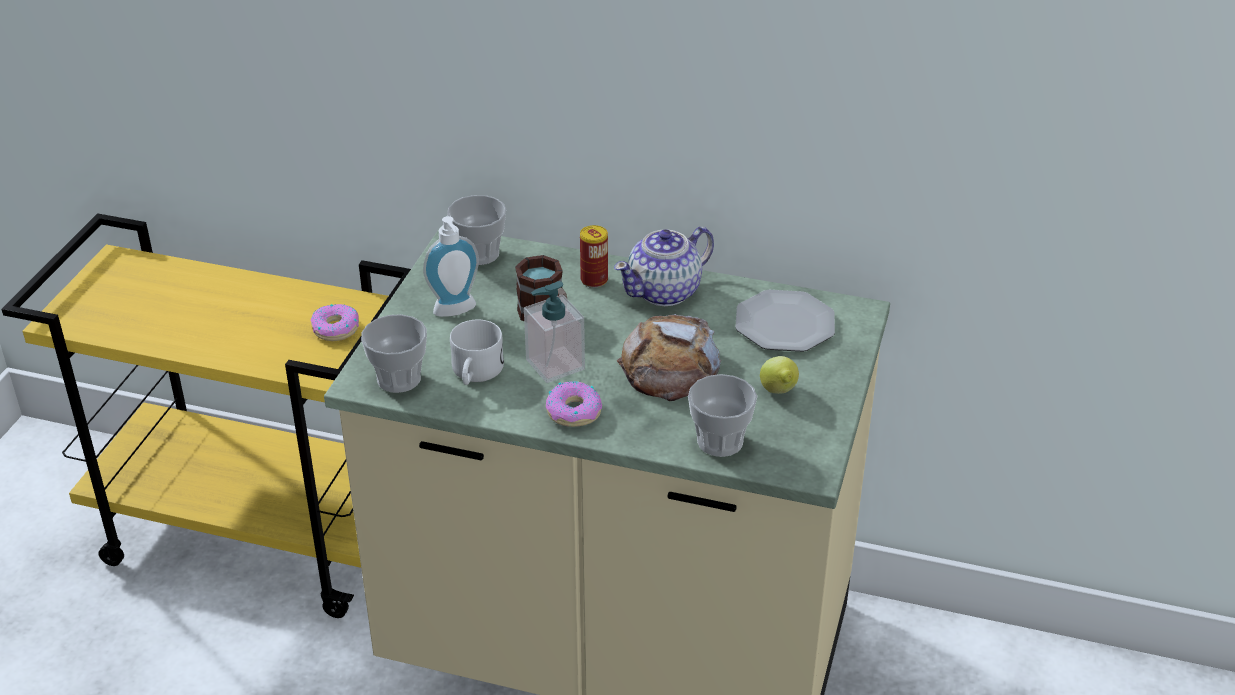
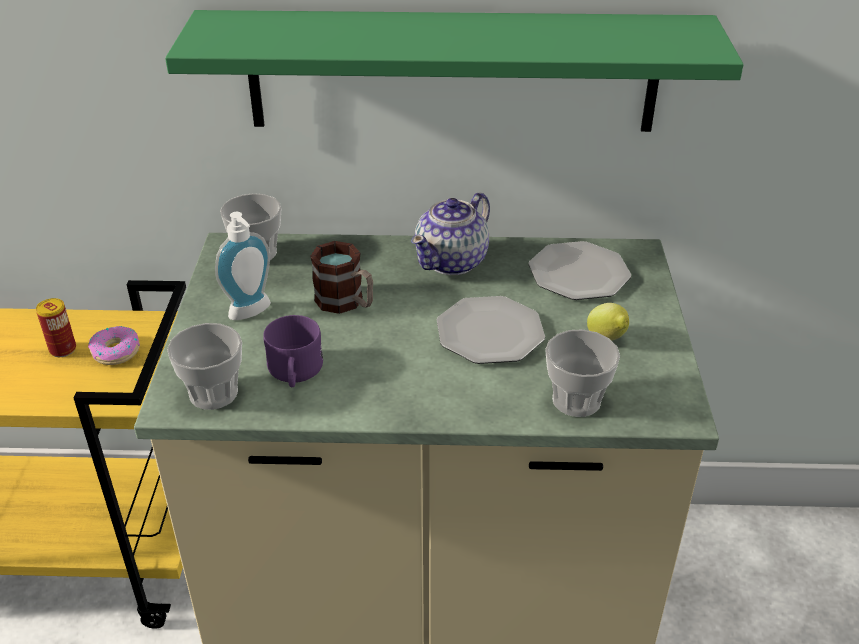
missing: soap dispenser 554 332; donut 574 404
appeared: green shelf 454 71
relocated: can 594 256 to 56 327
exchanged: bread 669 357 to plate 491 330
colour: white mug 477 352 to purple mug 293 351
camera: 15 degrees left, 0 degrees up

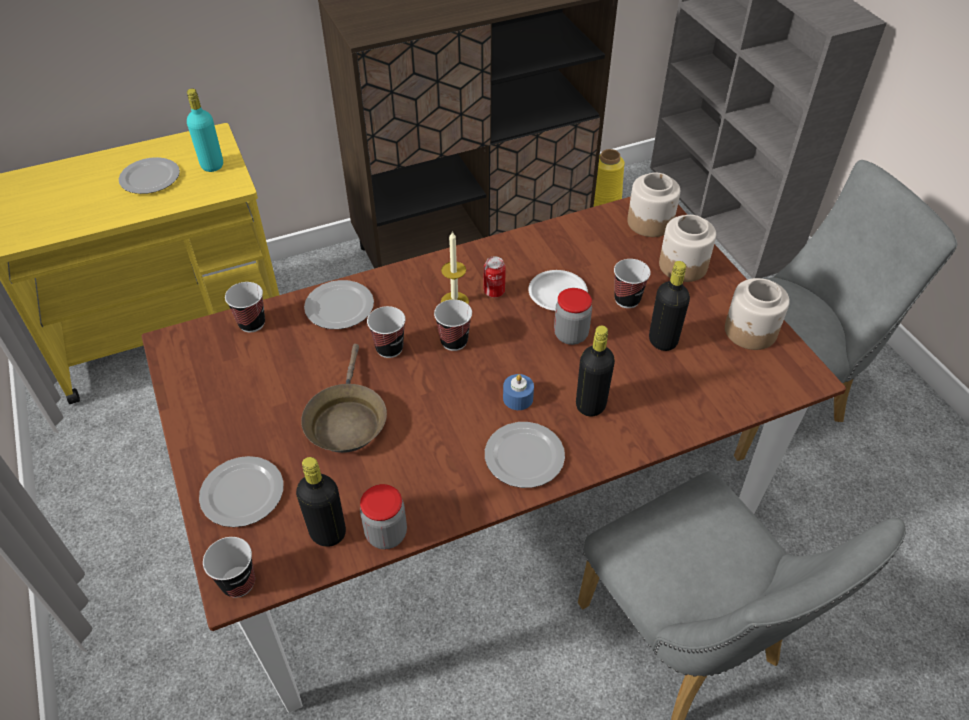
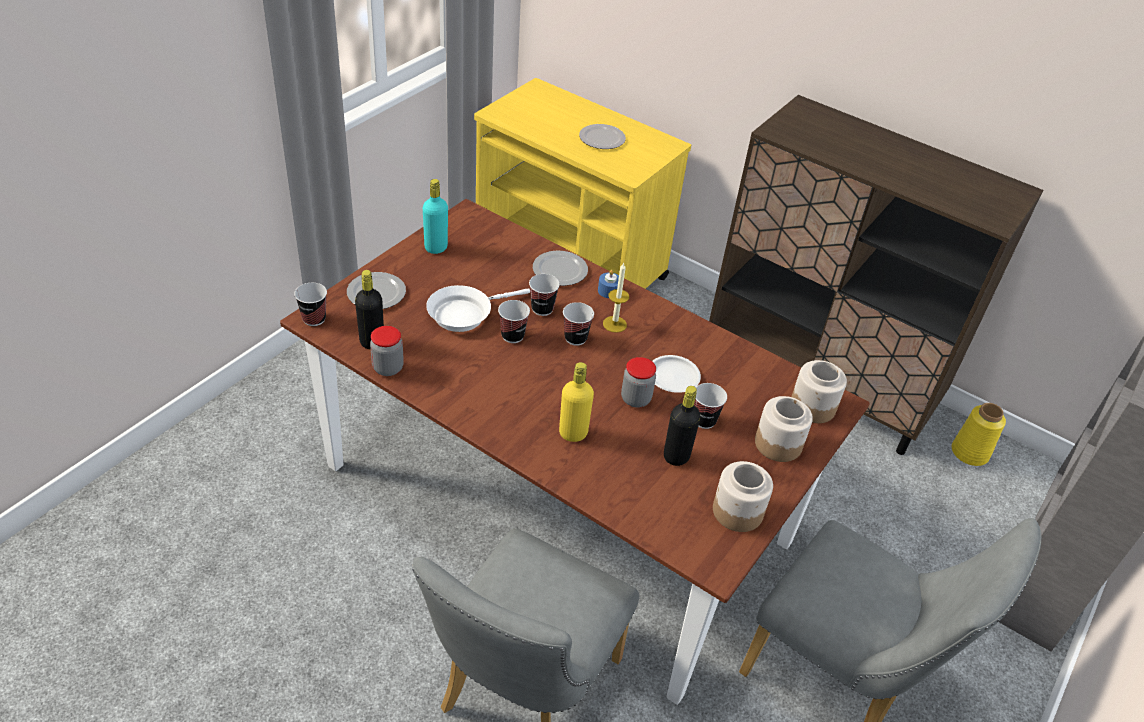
missing: can 495 277; plate 525 455
relocated: turquoise bottle 205 130 to 435 216; cup 245 307 to 514 321; blue candle 518 392 to 608 284
colour: black bottle 595 371 to yellow bottle 576 402; brown frying pan 344 398 to white frying pan 478 308
camera: 55 degrees right, 5 degrees down

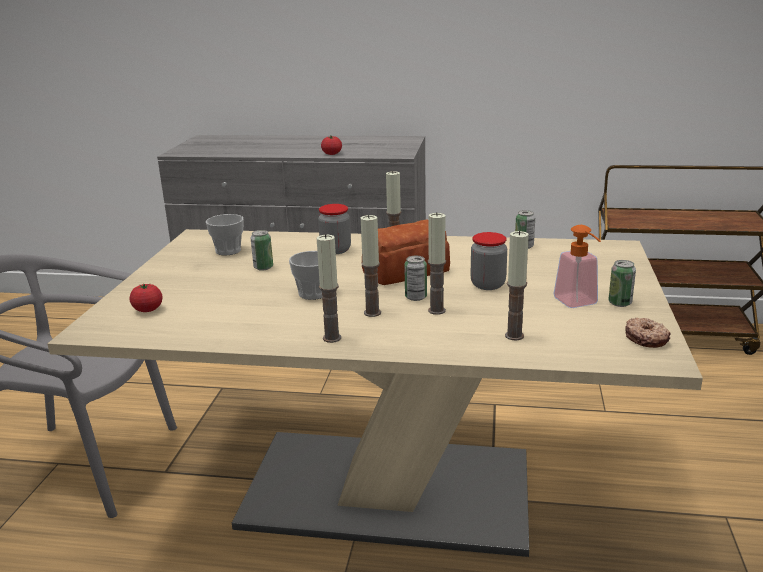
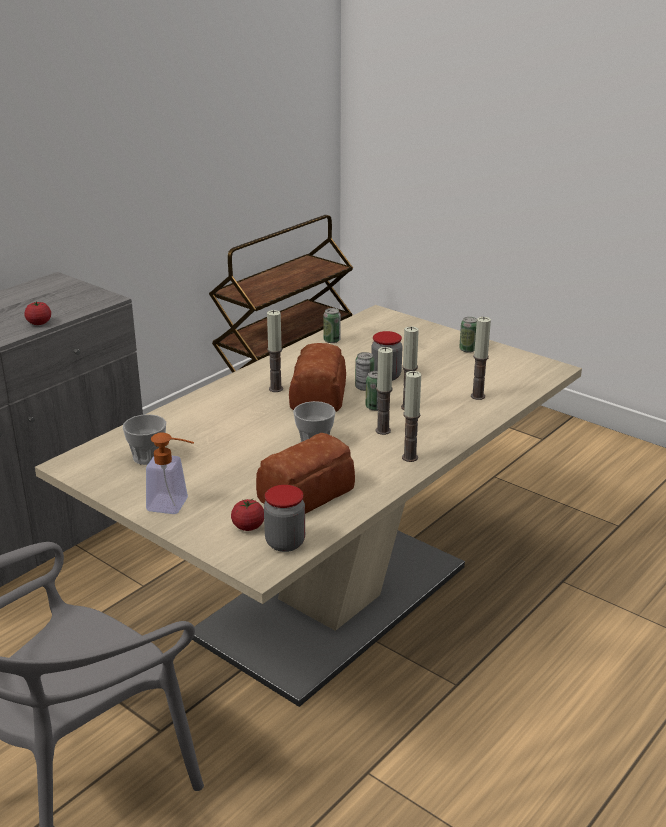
missing: donut 648 333
appeared: bread 305 473
relocated: jar 334 229 to 284 518; soap dispenser 577 266 to 170 473; can 262 250 to 365 371
camera: 60 degrees left, 5 degrees up

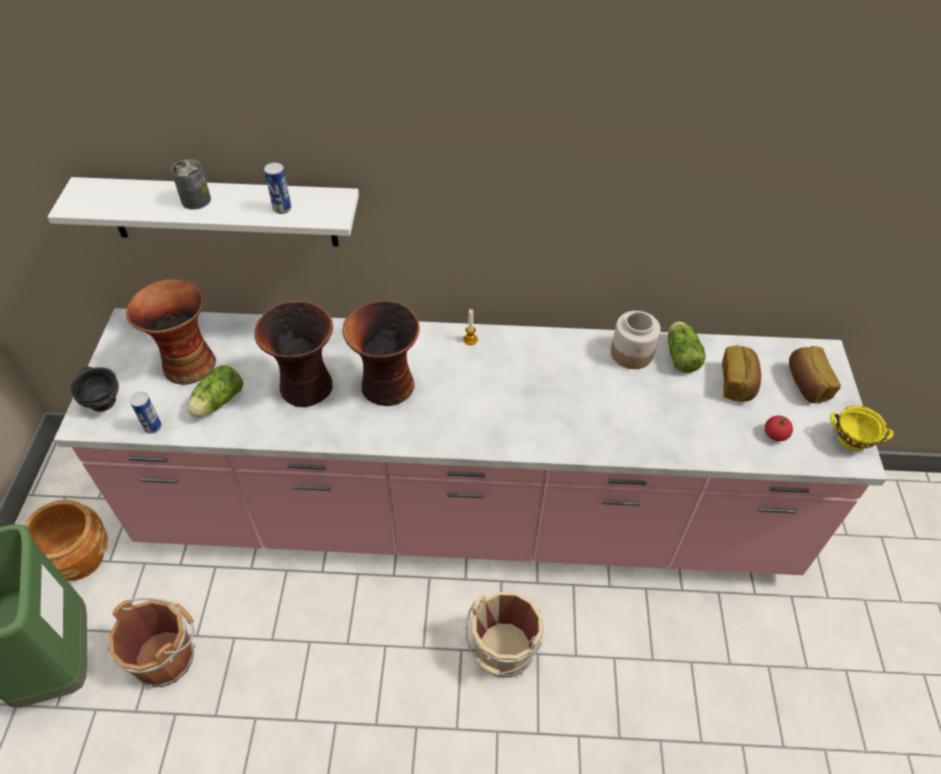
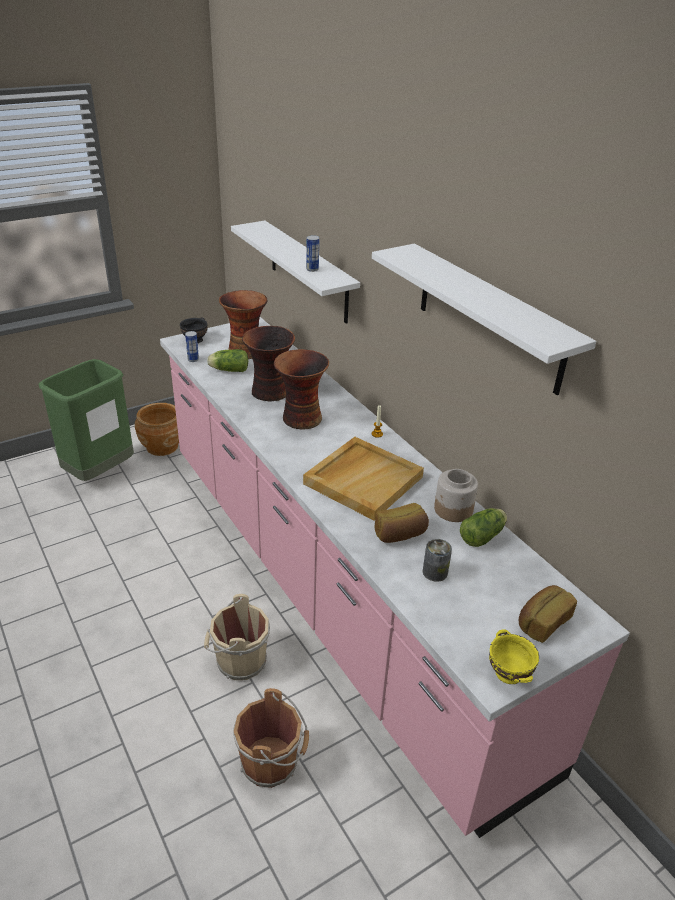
missing: tomato 779 428
appeared: white shelf 484 319; beige tray 363 478
relocated: can 191 184 to 437 560; bread 741 373 to 402 523; brown bucket 151 643 to 271 738
camera: 55 degrees right, 15 degrees down

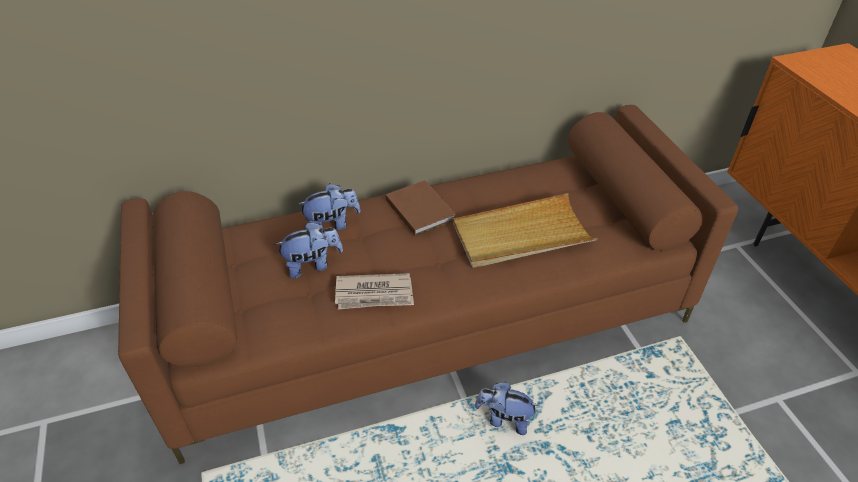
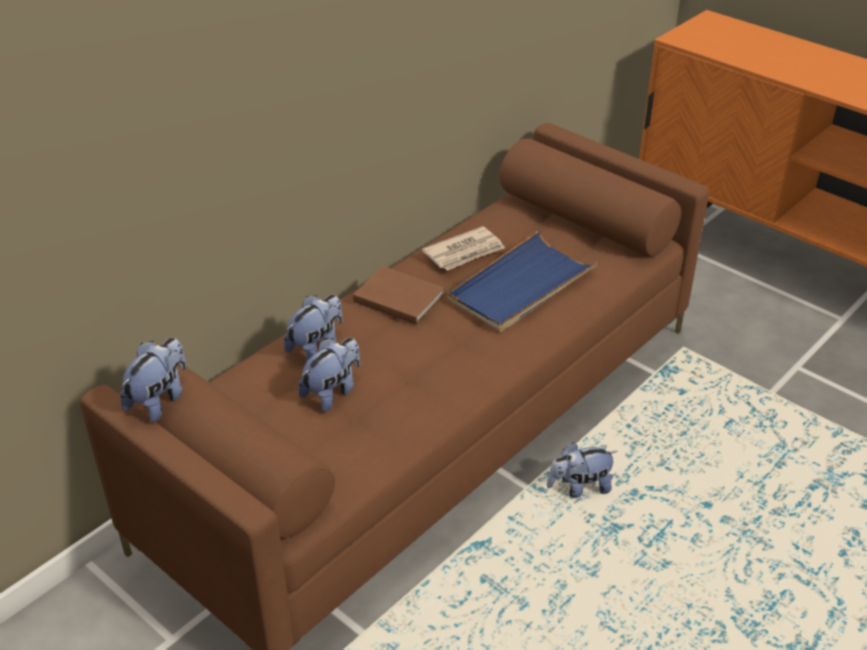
appeared: plush toy 153 380
relocated: newspaper 374 291 to 463 248
colour: beige tray 525 230 to blue tray 523 281
camera: 30 degrees left, 5 degrees down

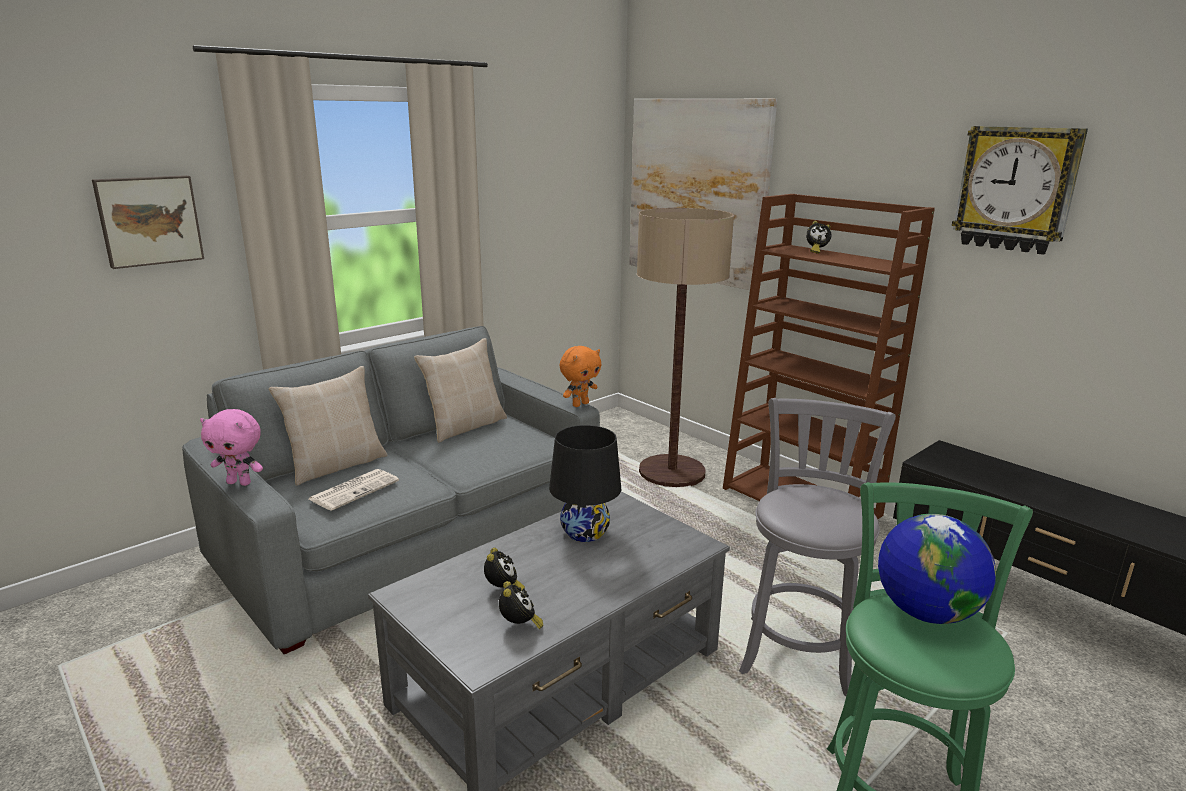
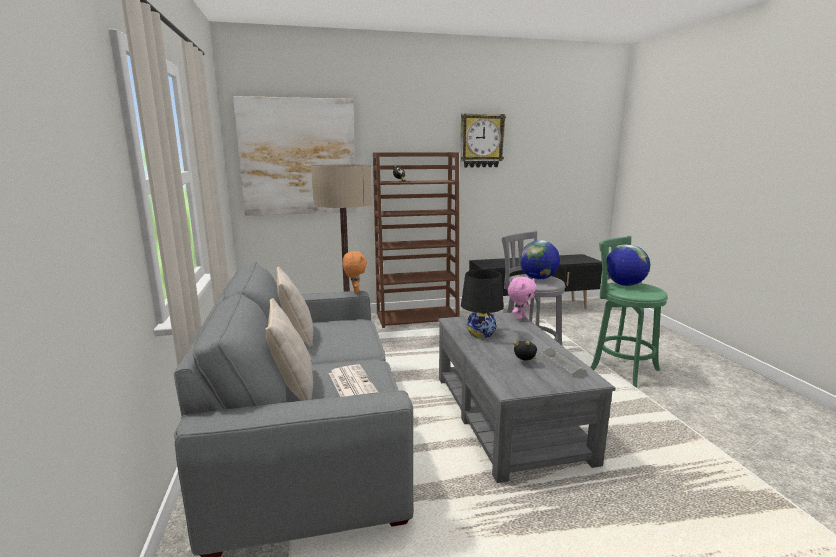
missing: picture 148 222
appeared: globe 540 259
relocated: pink plush toy 231 447 to 522 298
exchanged: alarm clock 521 605 to grey tray 564 362
camera: 60 degrees left, 5 degrees down

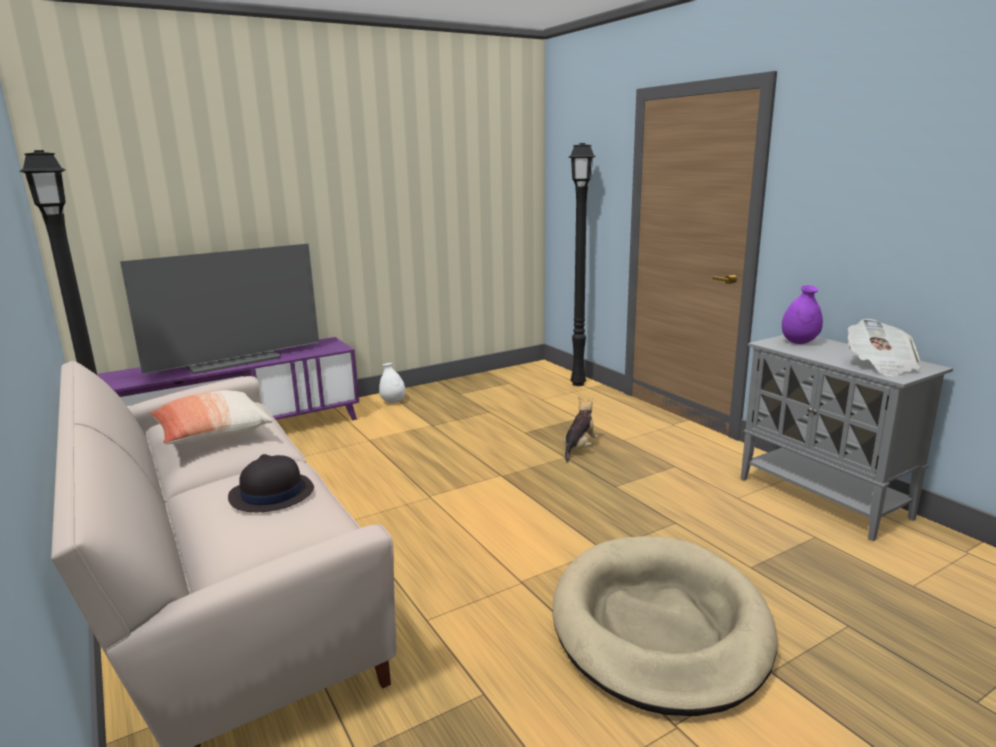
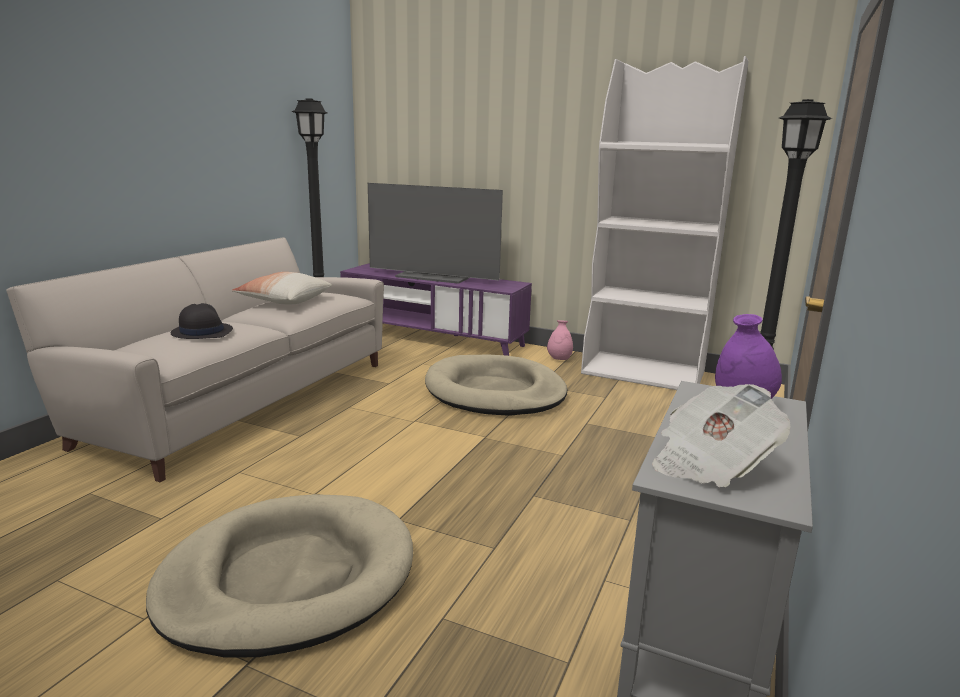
missing: plush toy 581 429
appeared: white bookcase 664 223; beige dog bed 496 385
colour: white vase 392 383 to pink vase 560 340
camera: 55 degrees right, 0 degrees up

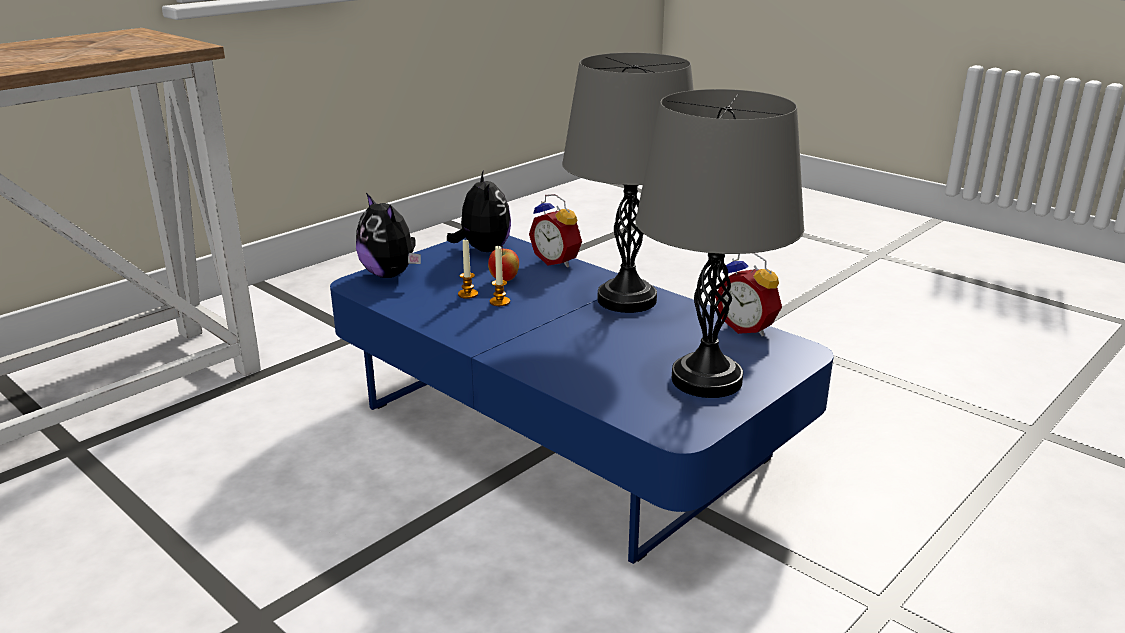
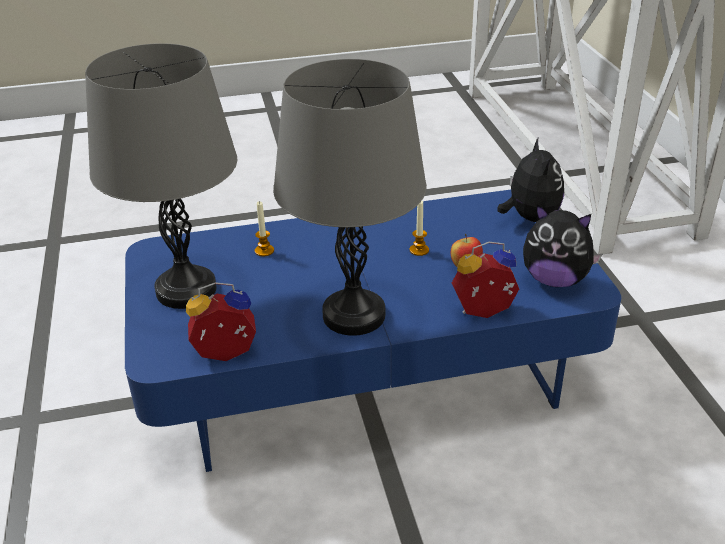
relocated: candle 468 268 to 264 228
spun: plush toy 388 235 = 530 180 90 degrees clockwise
camera: 125 degrees right, 10 degrees up

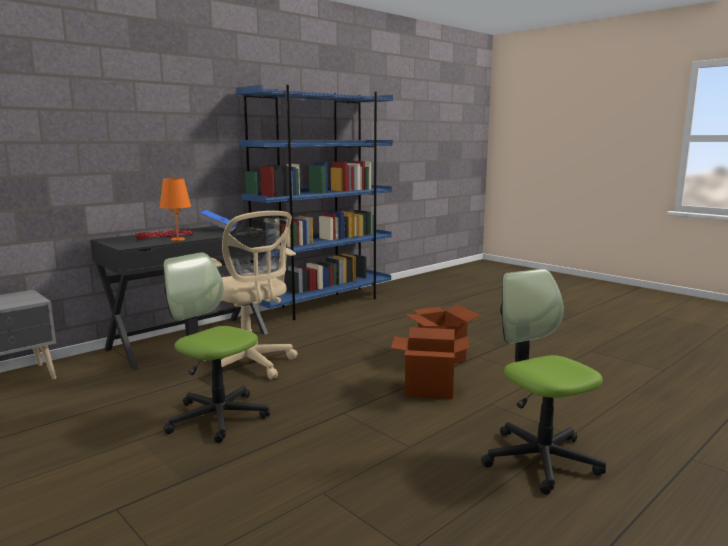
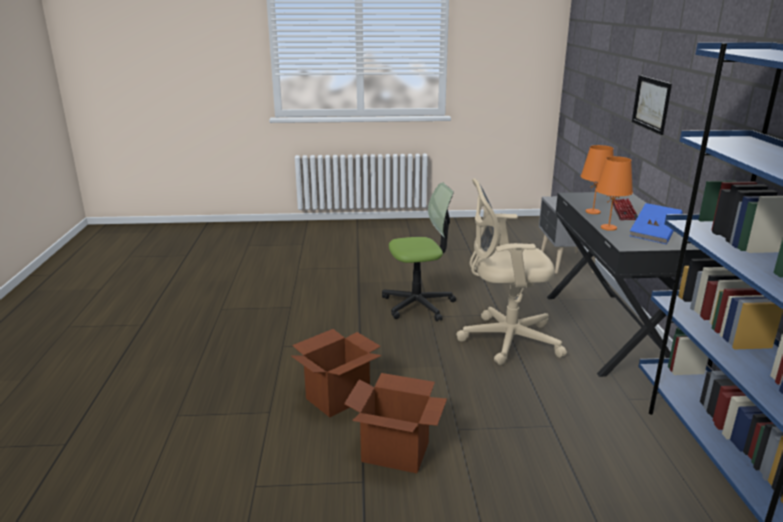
missing: office chair 543 381
appeared: picture 652 105; orange table lamp 614 193
camera: 130 degrees right, 10 degrees up

